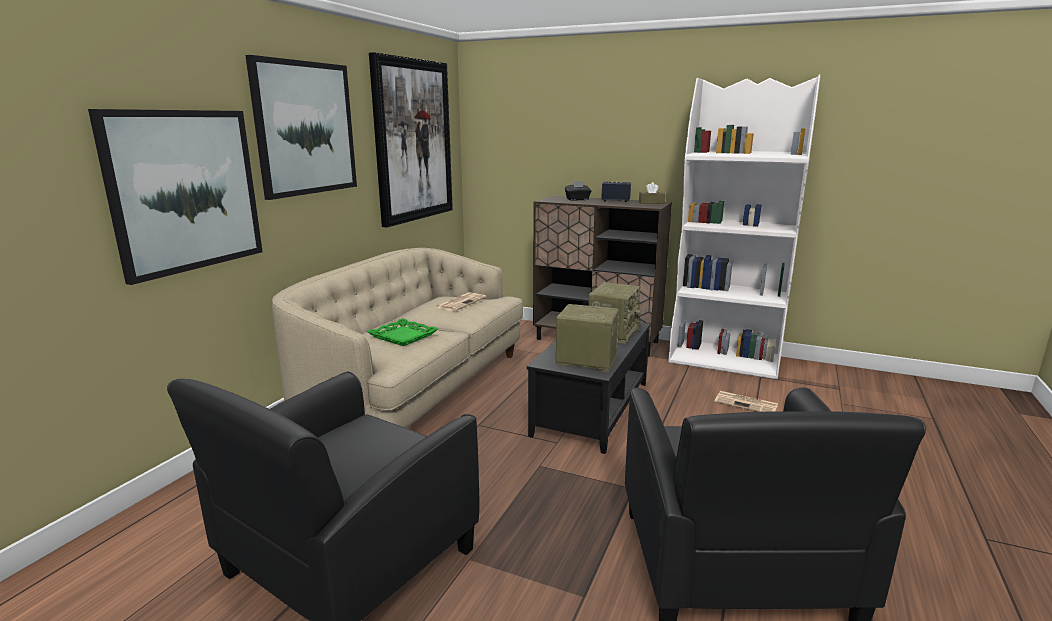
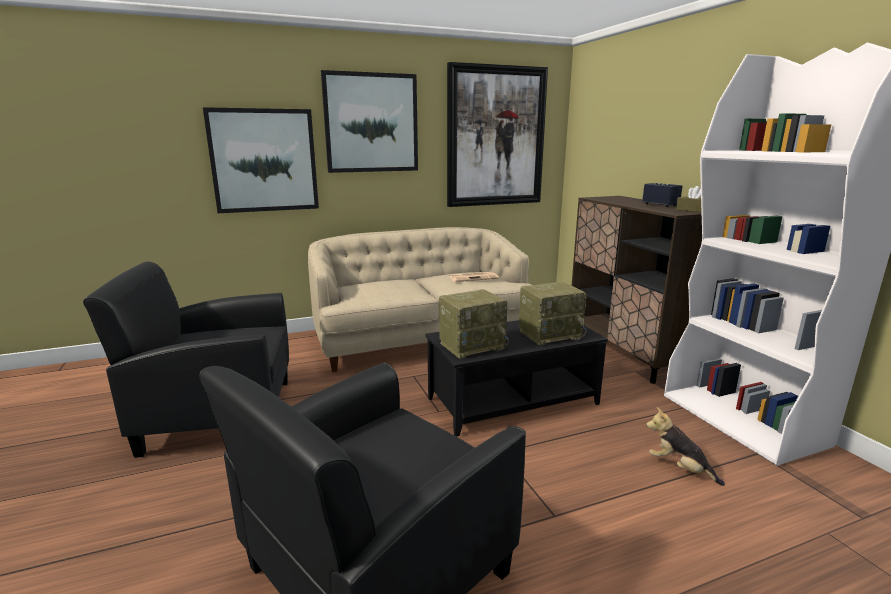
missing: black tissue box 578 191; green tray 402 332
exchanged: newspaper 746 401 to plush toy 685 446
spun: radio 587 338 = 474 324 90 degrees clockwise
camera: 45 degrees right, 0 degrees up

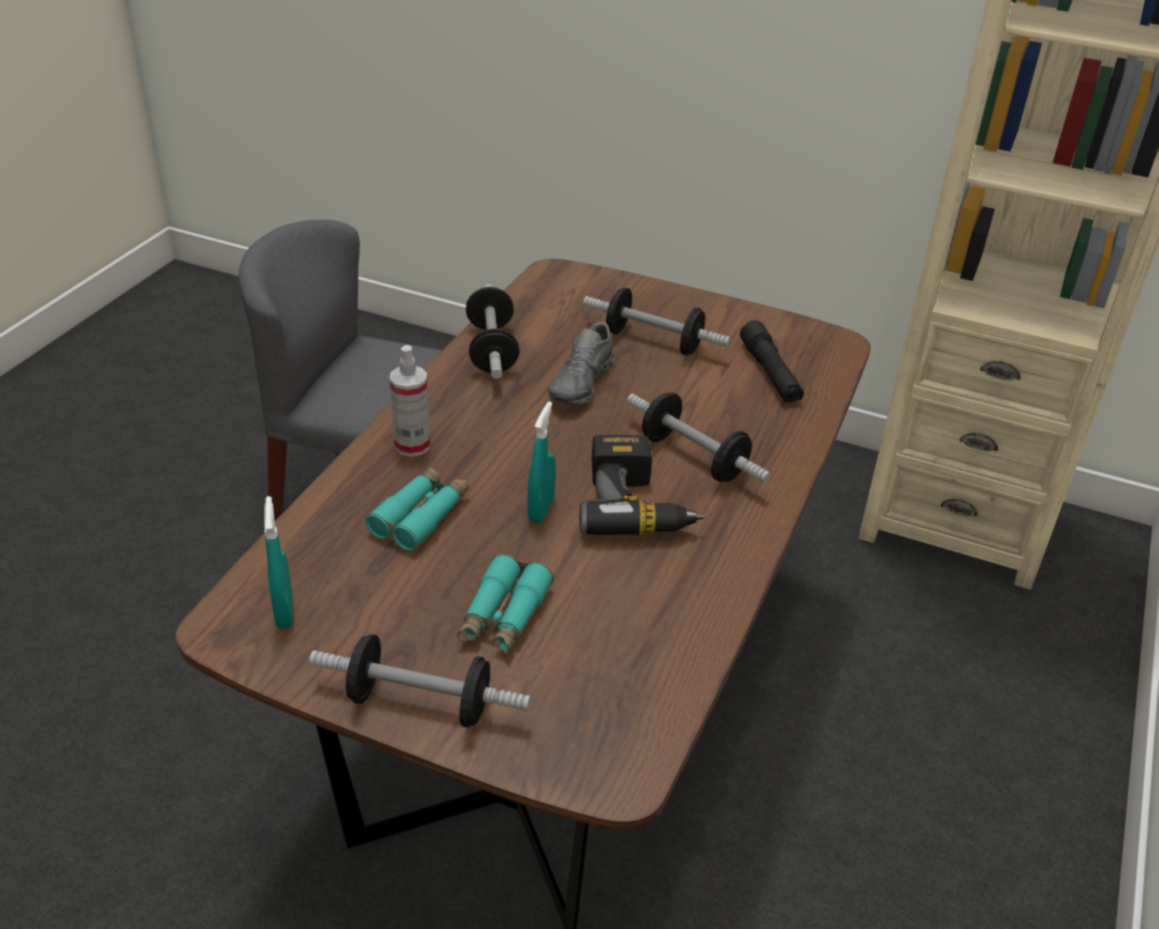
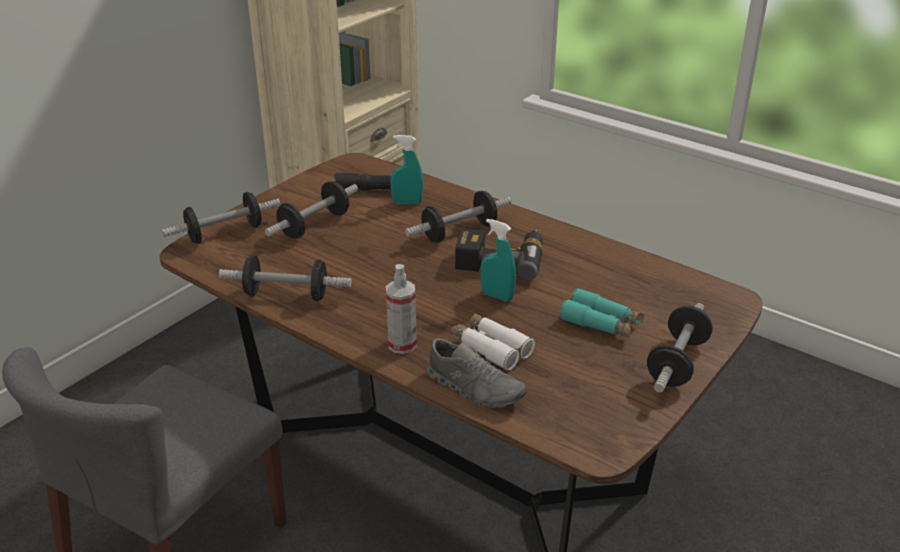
appeared: dumbbell 221 218
relocated: grey shoe 581 363 to 476 373; turquoise spray bottle 278 562 to 406 169
colour: turquoise binoculars 417 508 to white binoculars 493 342
camera: 75 degrees left, 5 degrees down

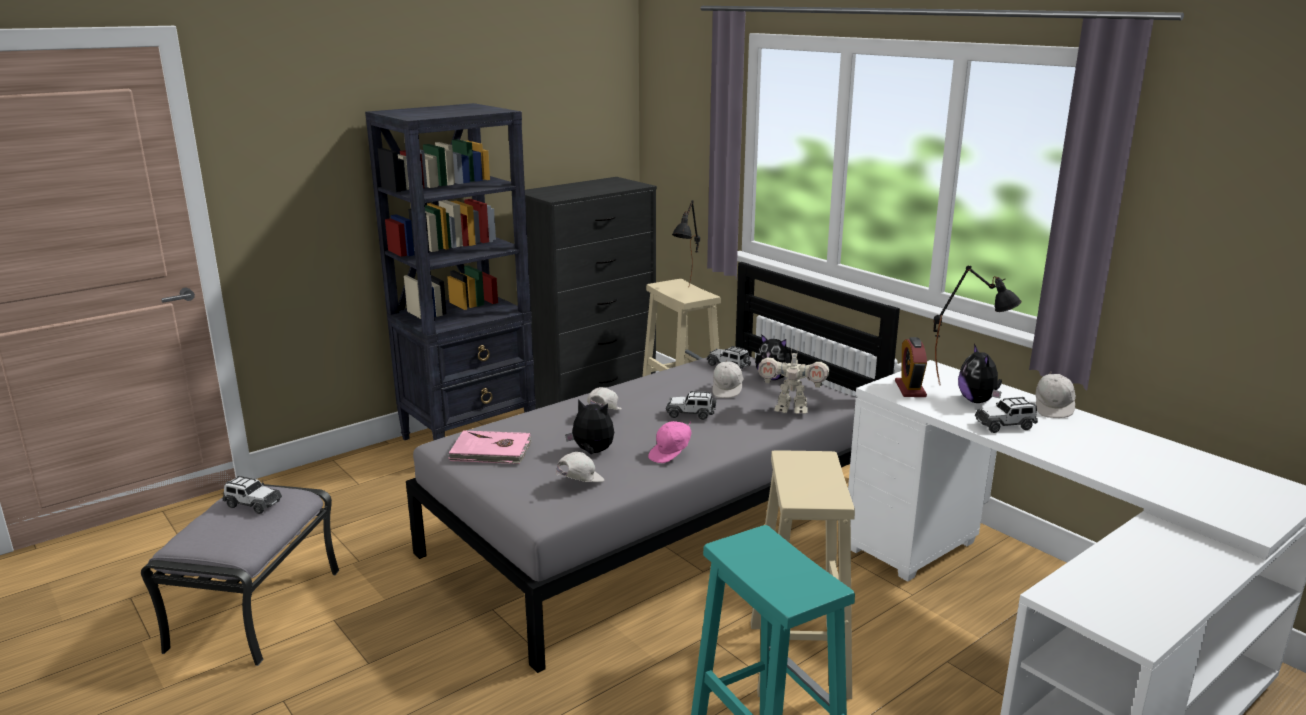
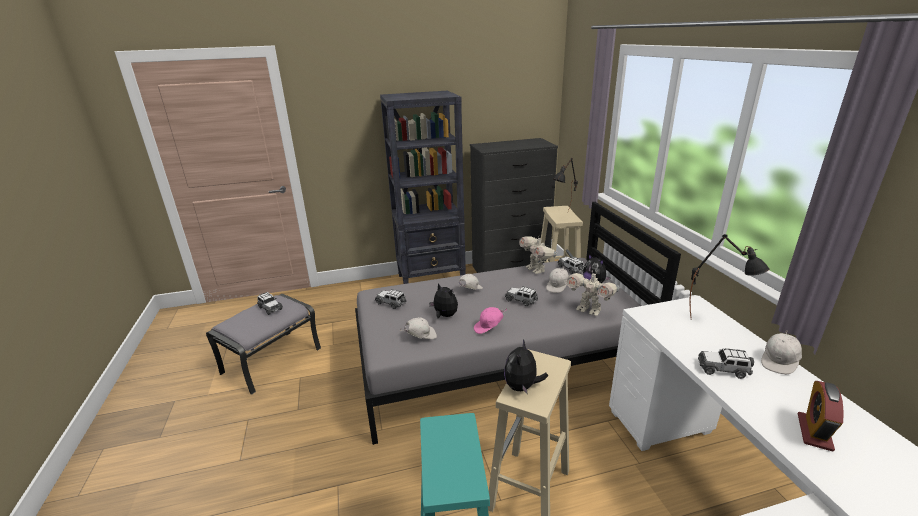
appeared: toy robot 538 255
relocated: alarm clock 911 367 to 820 416; plush toy 980 373 to 526 366
exchanged: pink book 490 447 to toy car 391 299
camera: 25 degrees right, 5 degrees up

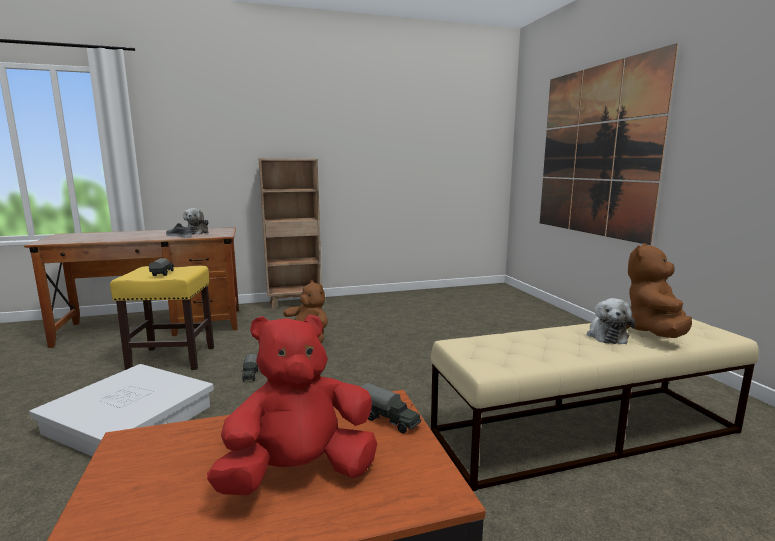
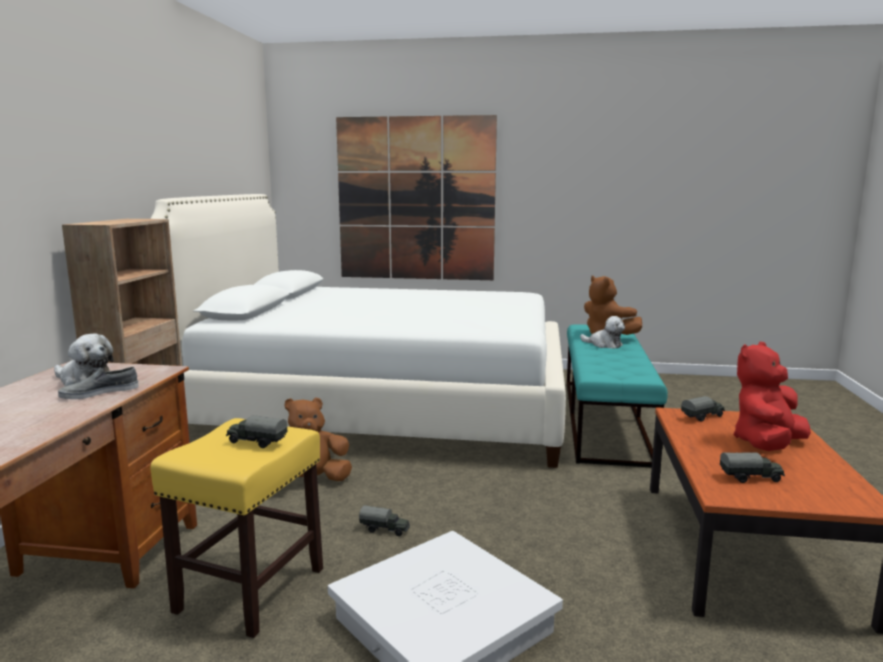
appeared: white bed 358 331; toy truck 752 467
colour: beige bench 595 405 to turquoise bench 617 396
spun: red plush toy 292 404 = 772 396 45 degrees clockwise
camera: 65 degrees left, 0 degrees up

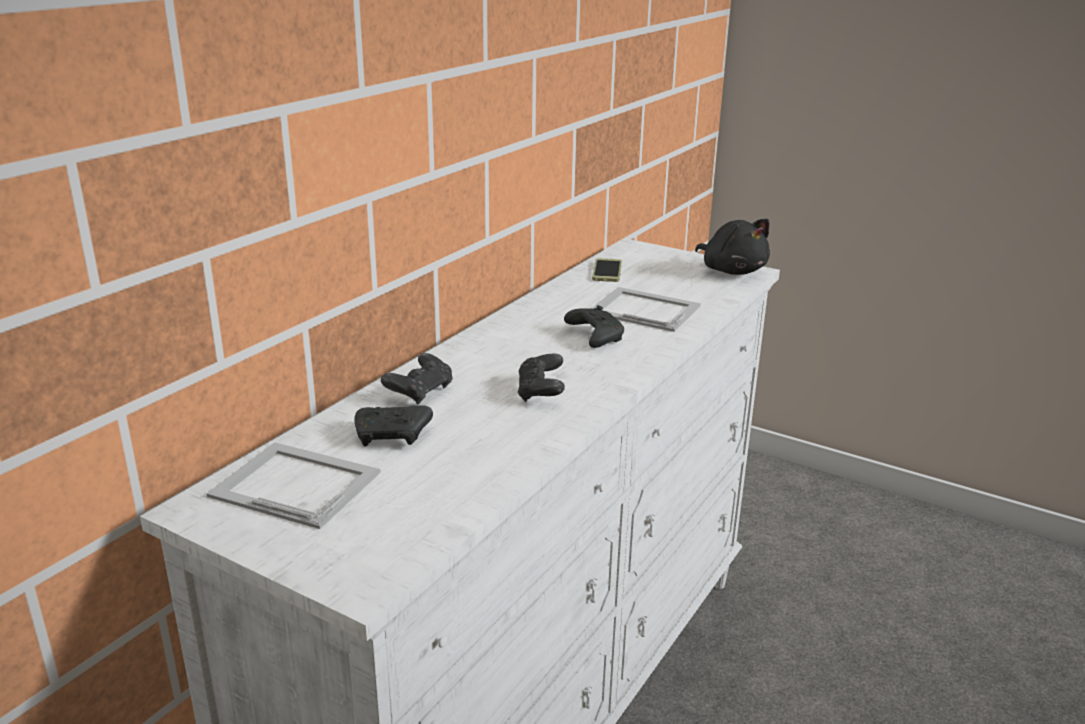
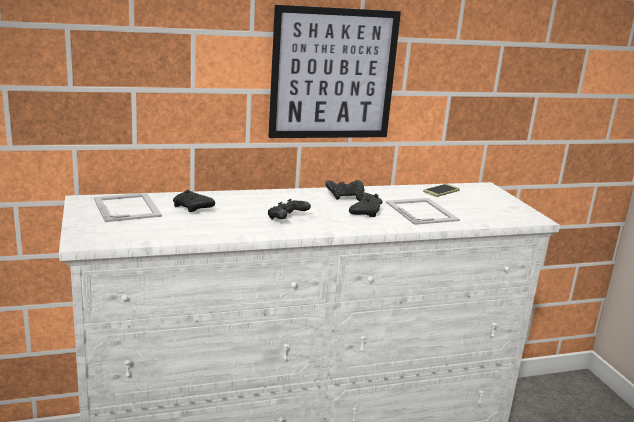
missing: black plush toy 732 247
appeared: picture 334 71
relocated: black game controller 417 379 to 344 190
camera: 40 degrees right, 5 degrees down

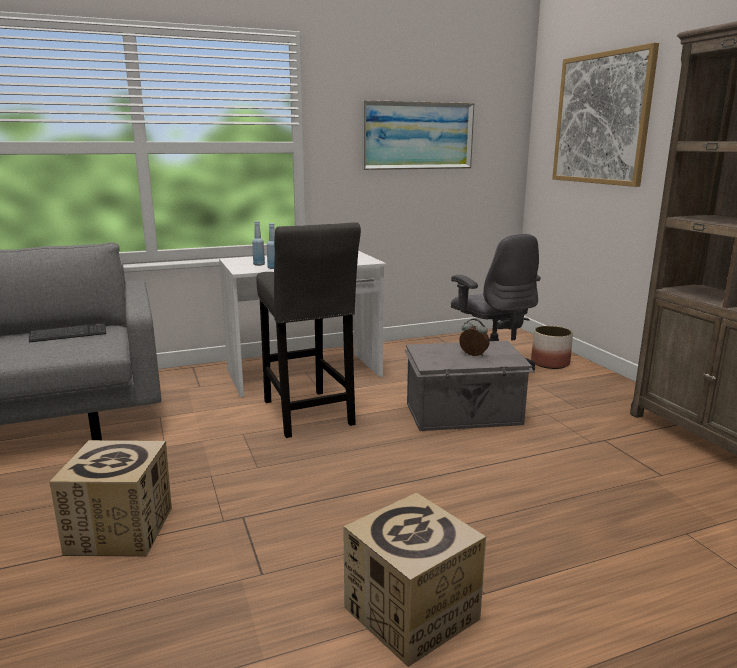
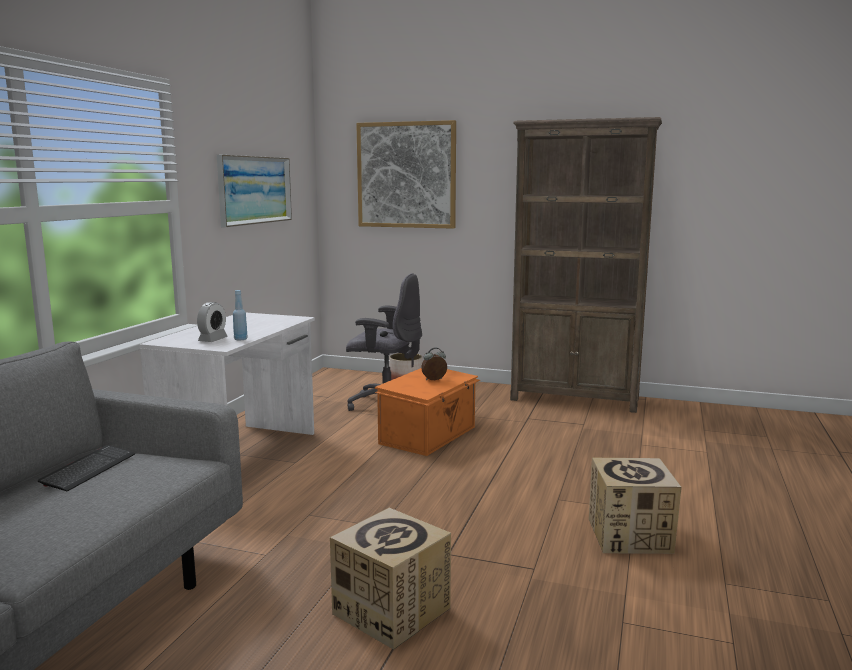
missing: grey stool 308 330
exchanged: blue bottle 258 243 to alarm clock 212 322
colour: grey storage box 469 386 to orange storage box 427 412
camera: 50 degrees left, 5 degrees down

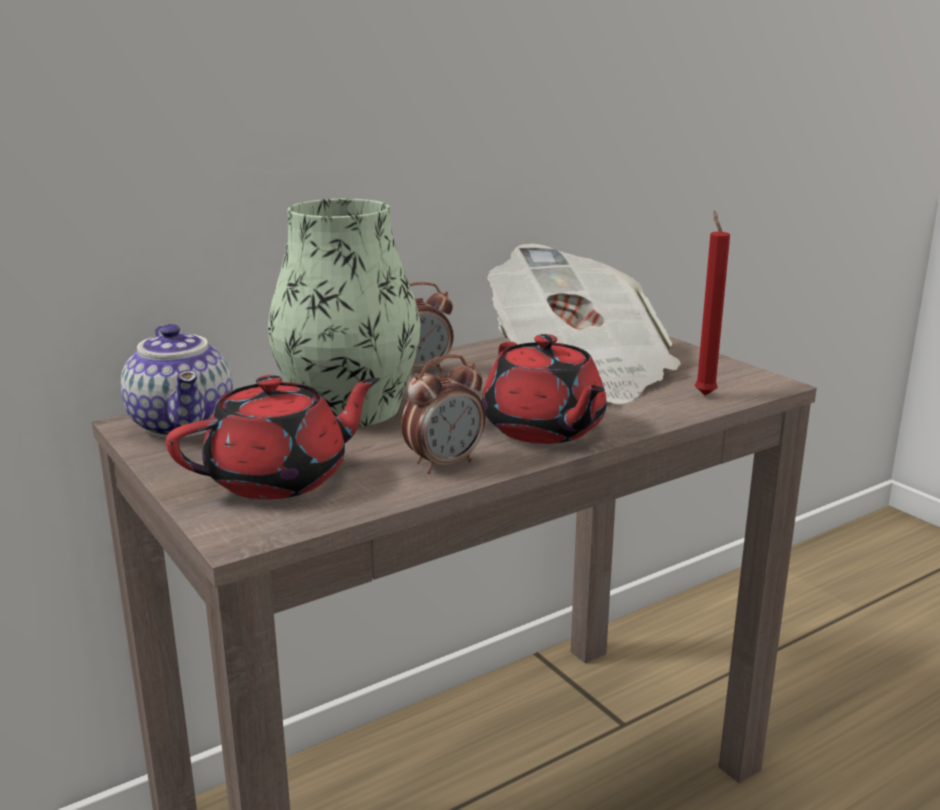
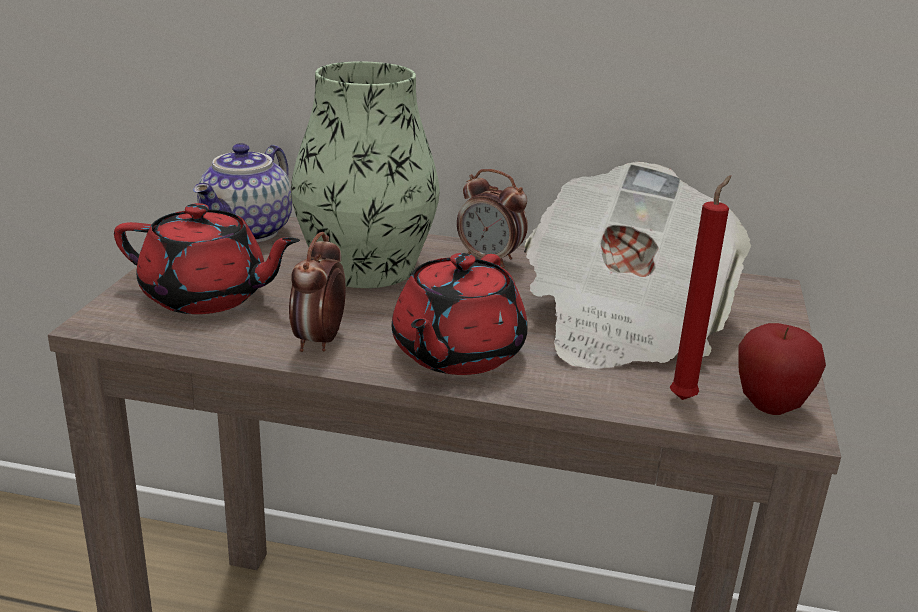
appeared: apple 782 369
spun: alarm clock 443 414 = 317 292 90 degrees clockwise
camera: 45 degrees right, 5 degrees up

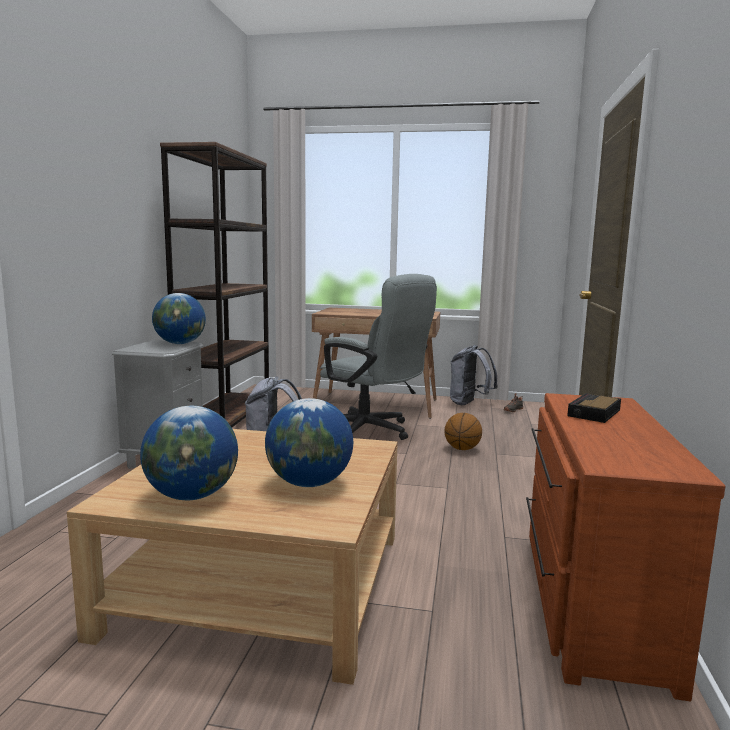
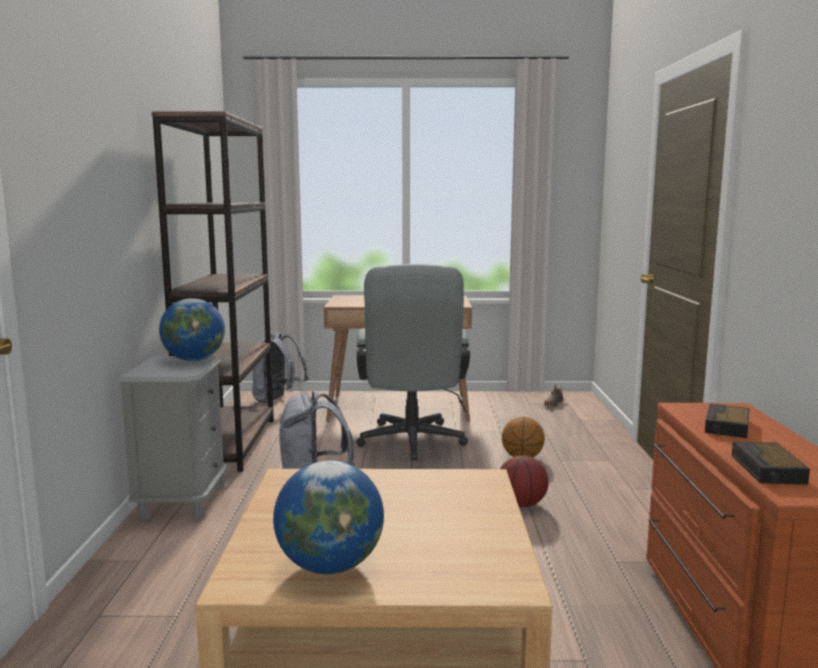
missing: globe 309 442
appeared: alarm clock 771 463; basketball 524 481
relocated: grey backpack 474 375 to 280 367
spun: grey office chair 378 357 = 413 362 60 degrees clockwise
camera: 10 degrees left, 0 degrees up

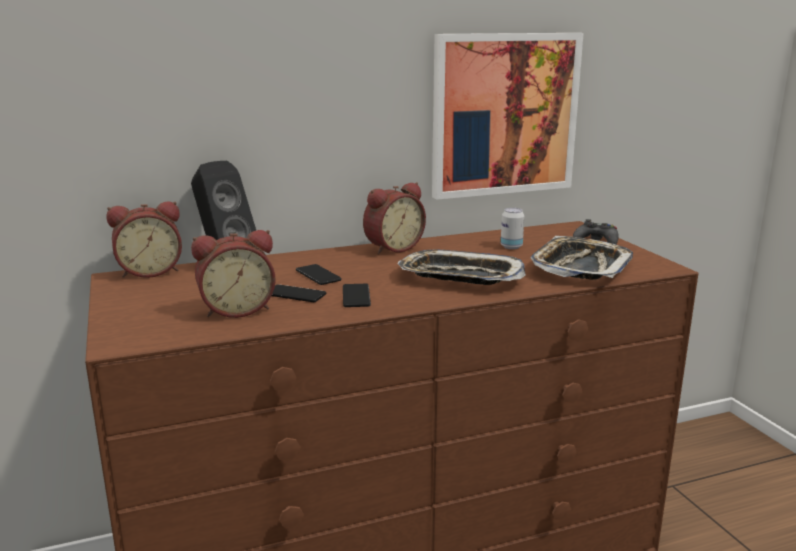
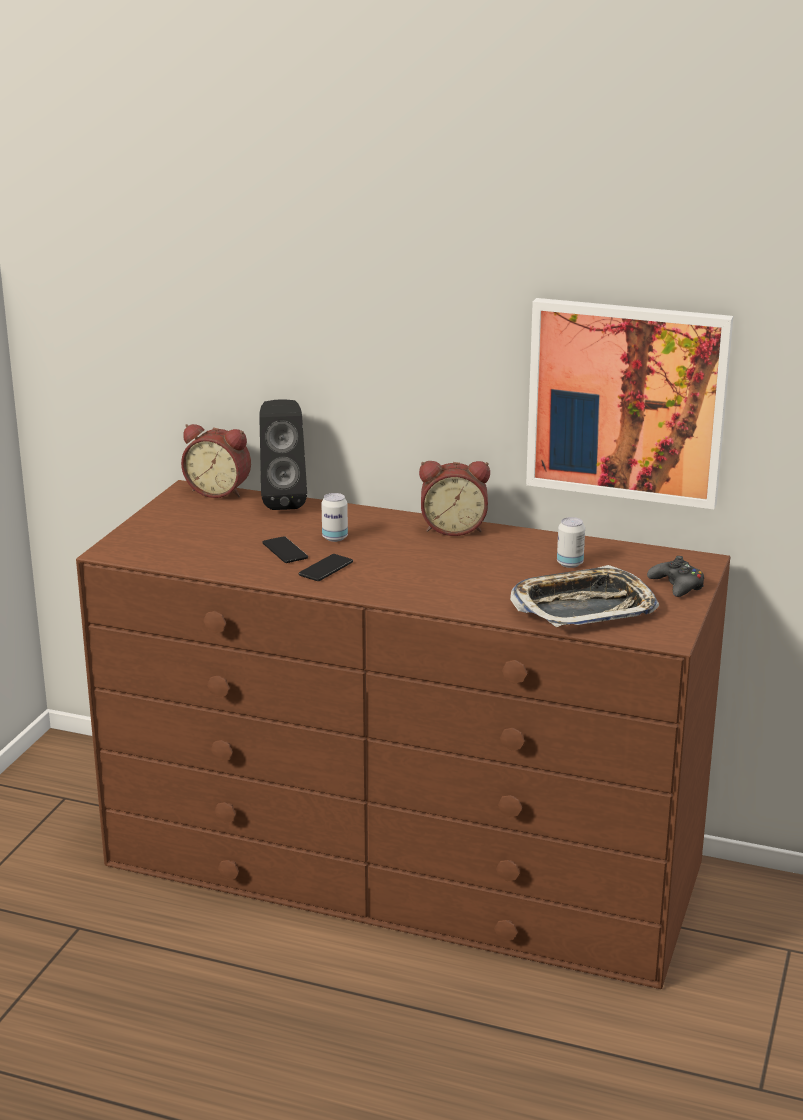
missing: alarm clock 233 274; tray 461 267
exchanged: phone 319 274 to can 334 517
camera: 40 degrees right, 5 degrees up

